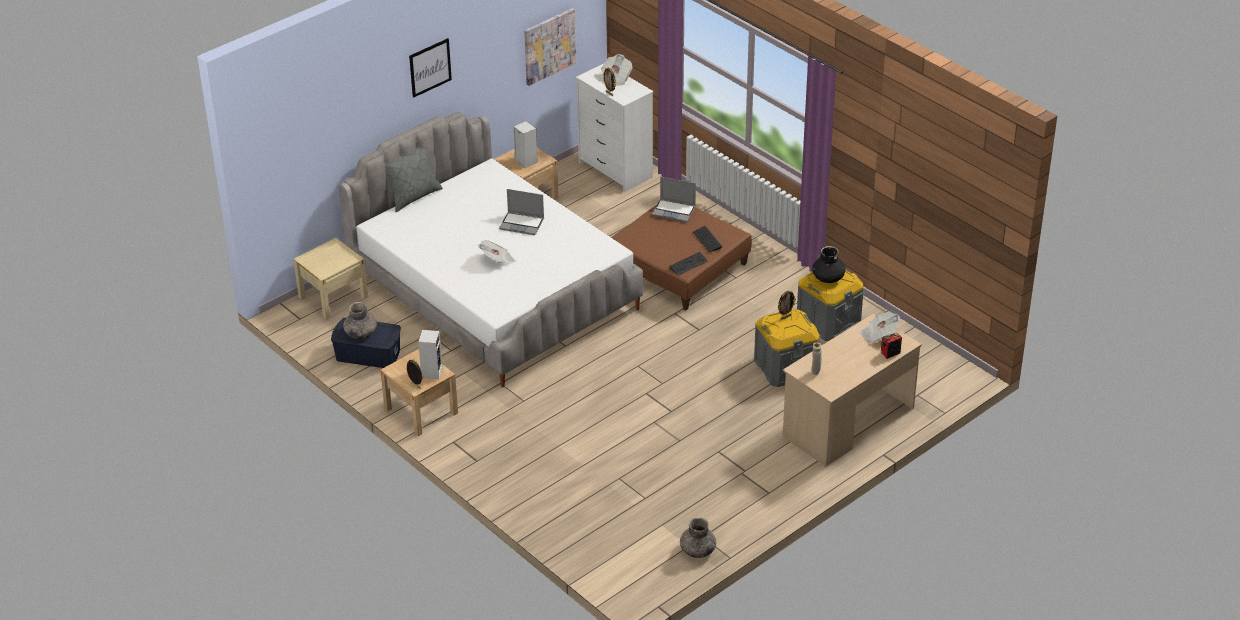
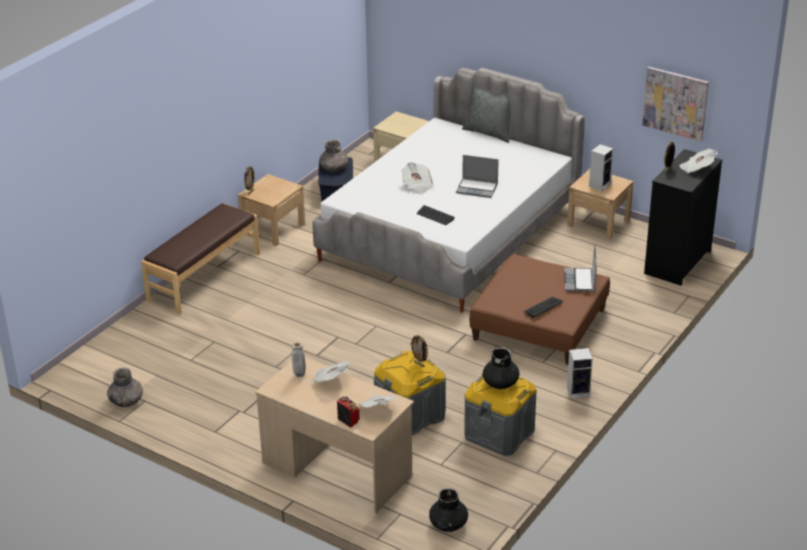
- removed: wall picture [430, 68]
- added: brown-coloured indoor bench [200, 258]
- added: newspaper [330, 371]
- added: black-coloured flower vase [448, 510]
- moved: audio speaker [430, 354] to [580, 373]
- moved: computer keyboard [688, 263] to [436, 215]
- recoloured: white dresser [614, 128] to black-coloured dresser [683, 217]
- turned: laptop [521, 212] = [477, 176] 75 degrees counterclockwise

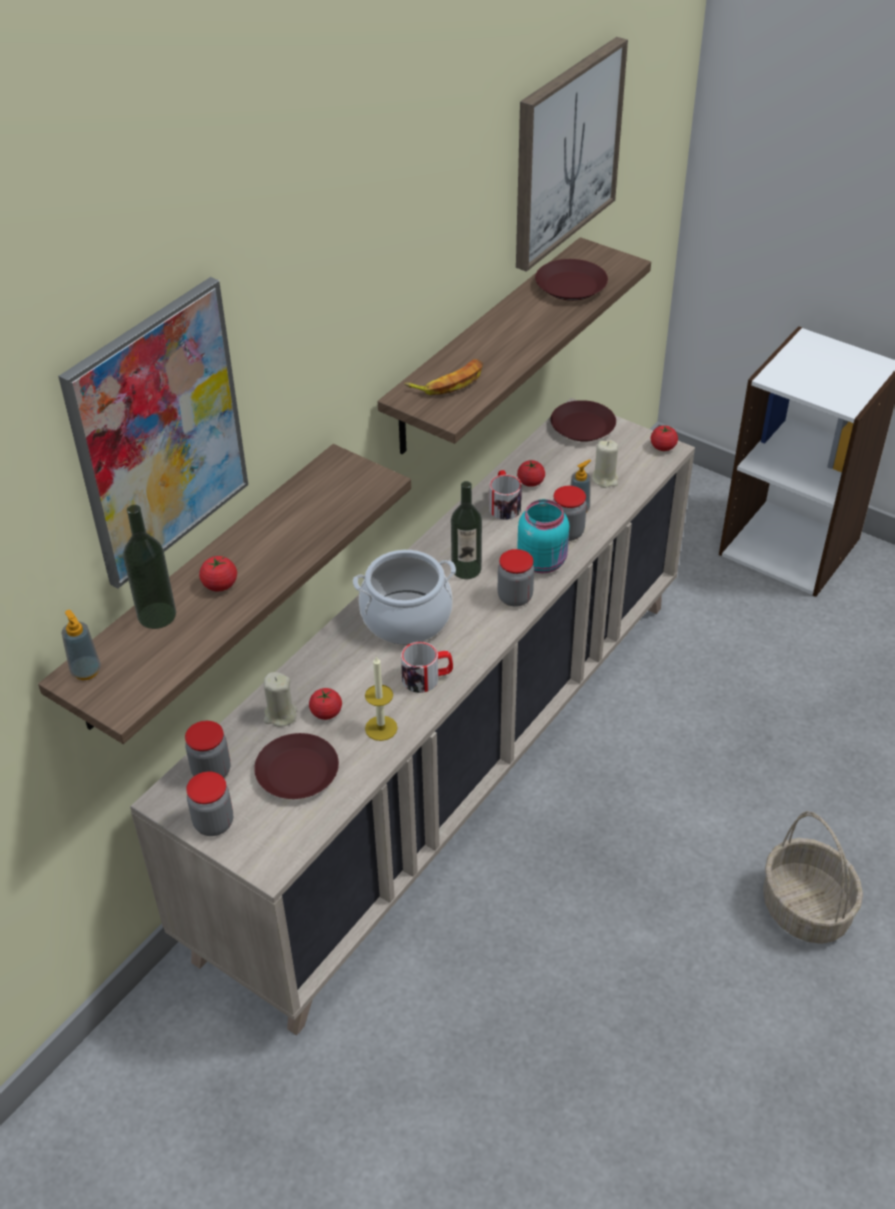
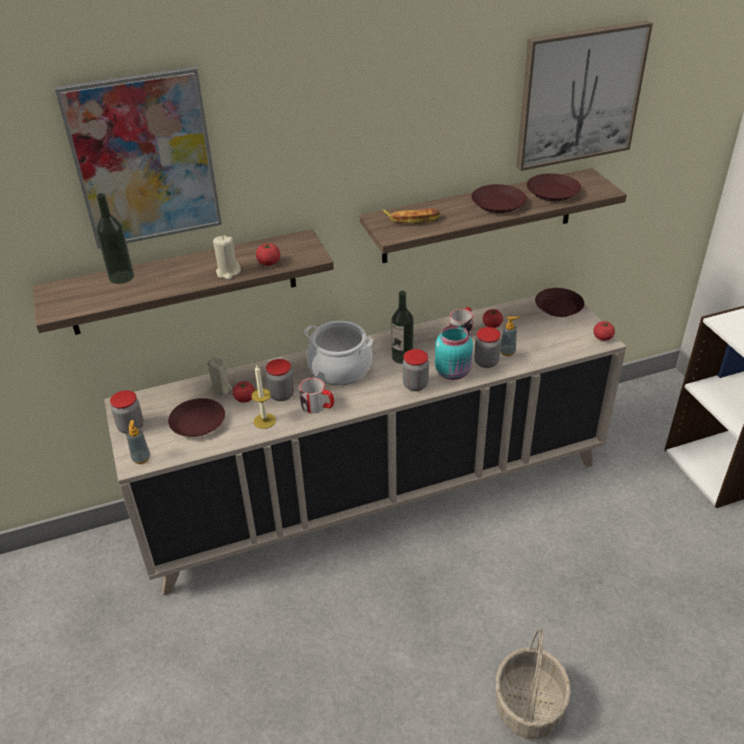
- added: brown-coloured dinner plate [499, 198]
- moved: soap dispenser [81, 645] to [138, 442]
- moved: jar [207, 749] to [280, 380]
- moved: fresh tomato [218, 573] to [268, 254]
- moved: beige wax candle [605, 464] to [227, 257]

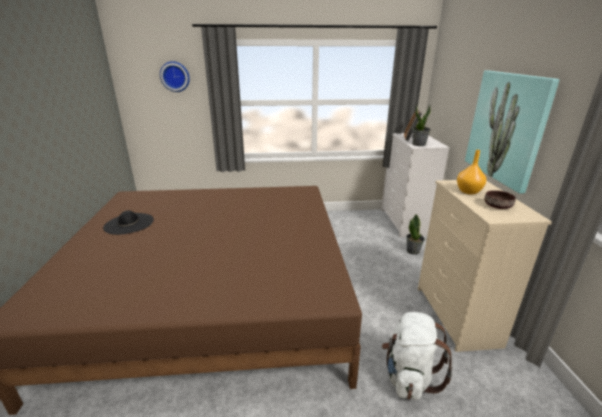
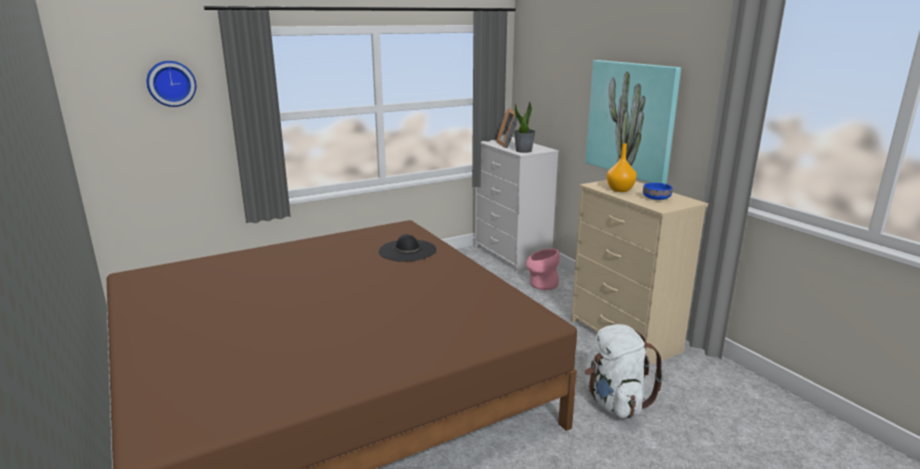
- moved: black-coloured clothing hat [128, 222] to [407, 248]
- replaced: houseplant [415, 234] to pink flower vase [543, 269]
- recoloured: brown-coloured serving bowl [500, 199] to bluish serving bowl [657, 191]

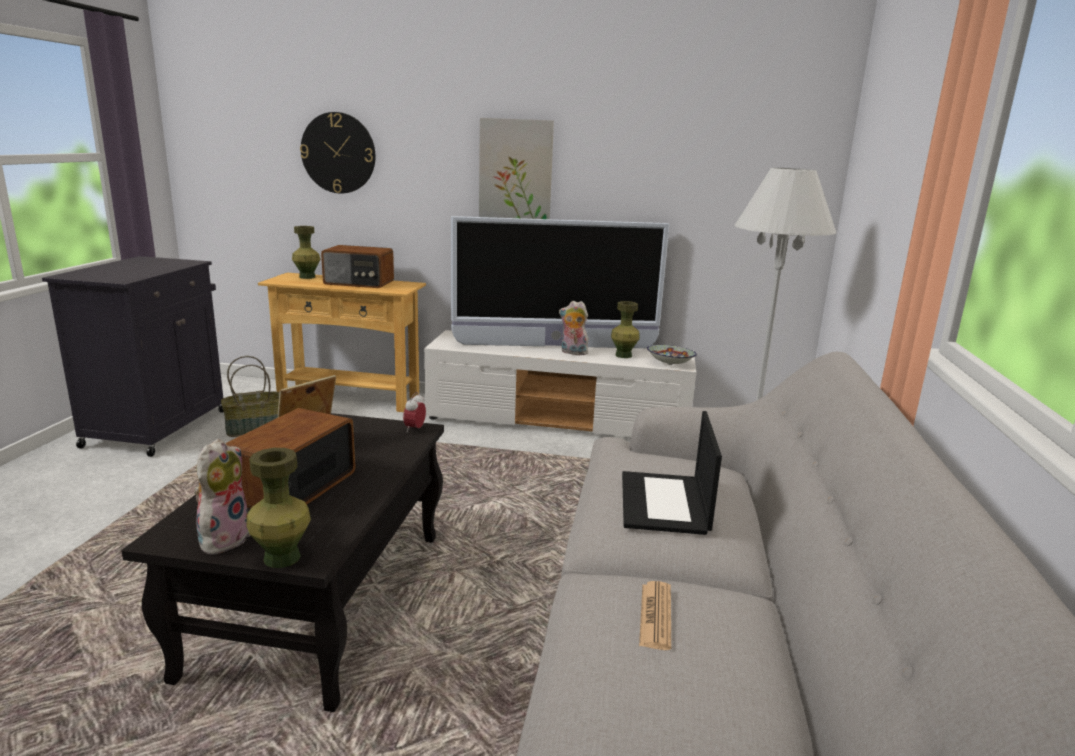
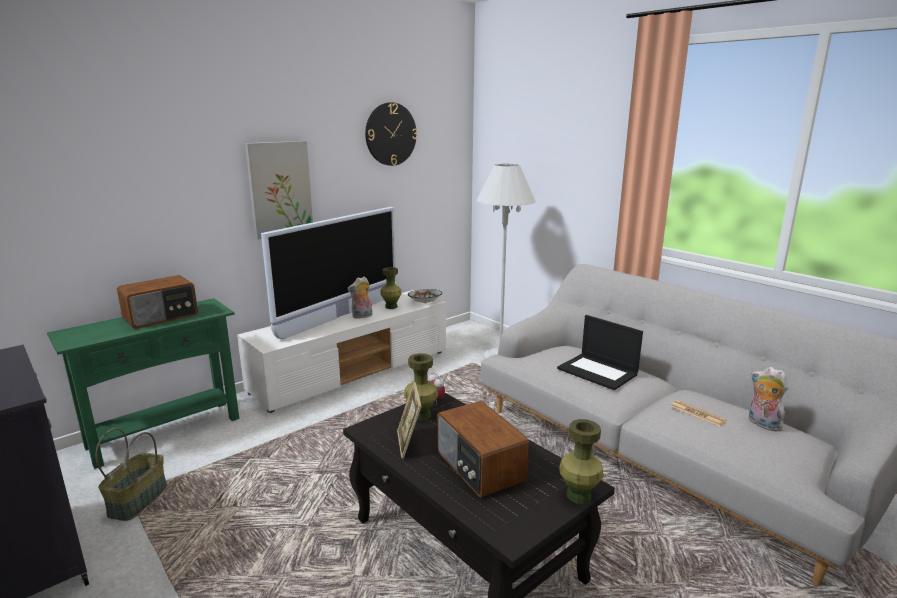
- moved: soft toy [222, 497] to [768, 399]
- moved: green flower vase [306, 252] to [421, 387]
- moved: hanging clock [338, 153] to [391, 134]
- recoloured: beige narrow table [342, 342] to green narrow table [143, 383]

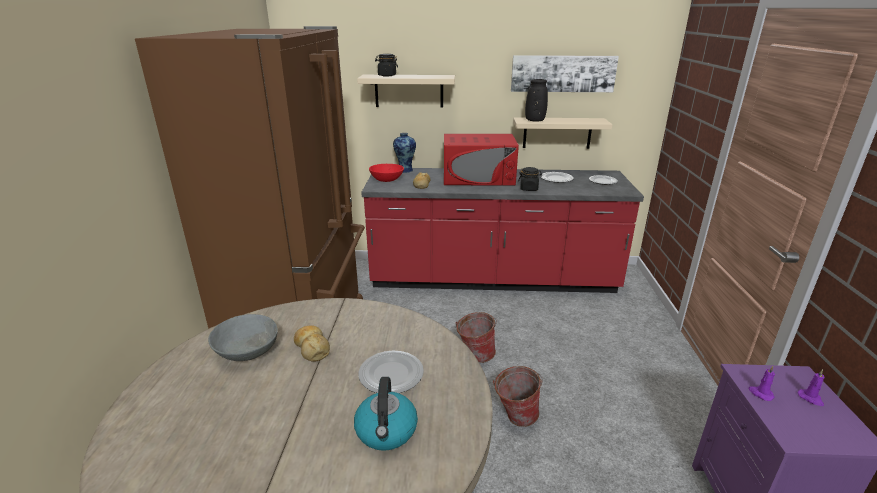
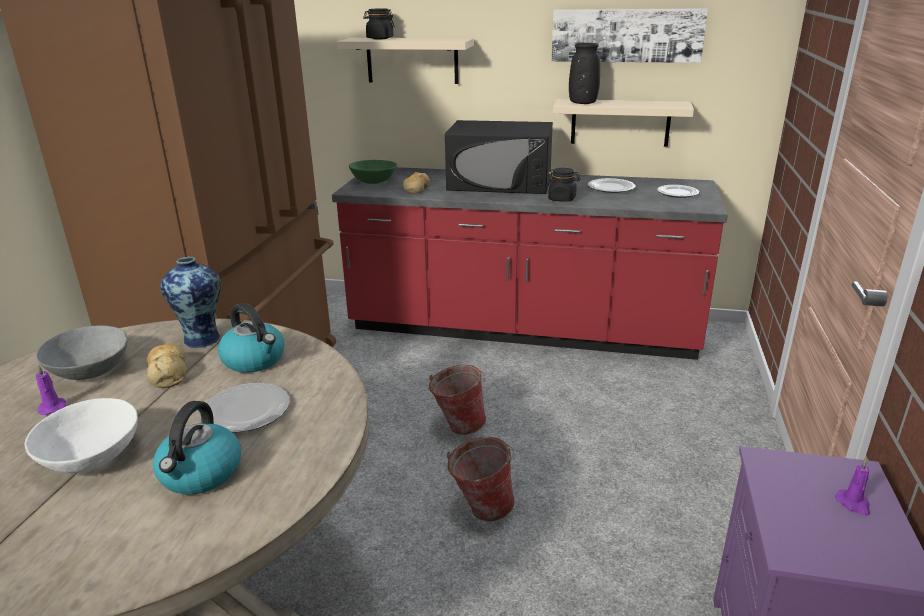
- added: white serving bowl [81, 435]
- added: kettle [251, 338]
- moved: flower vase [404, 153] to [191, 302]
- moved: purple wax candle [762, 383] to [51, 389]
- recoloured: red serving bowl [386, 173] to green serving bowl [373, 172]
- recoloured: red microwave [481, 160] to black-coloured microwave [499, 157]

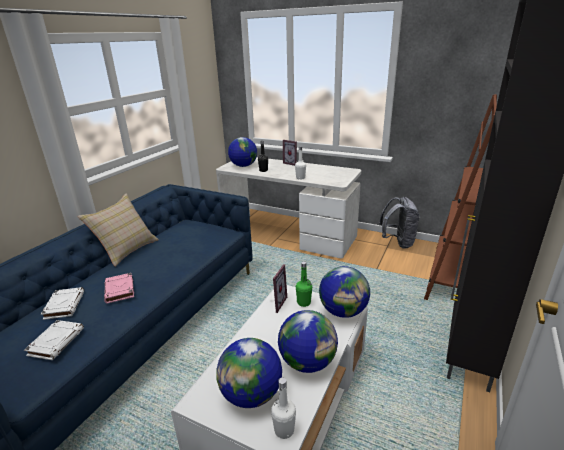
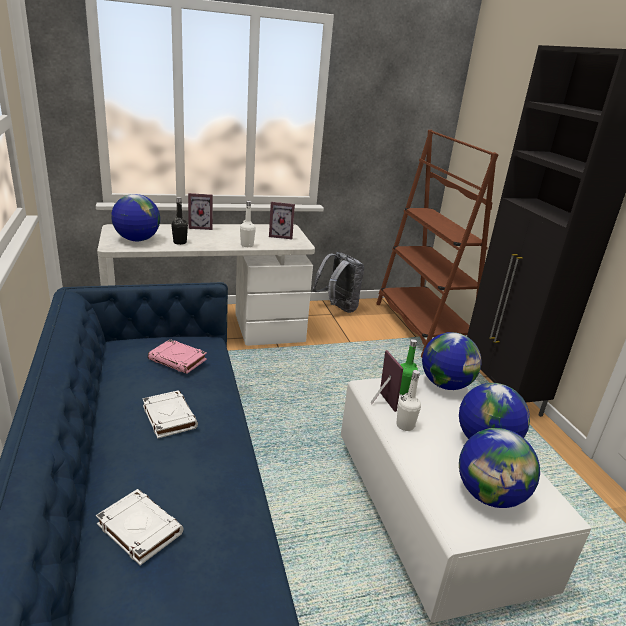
- removed: beige pillow [118, 230]
- added: standing frame [282, 220]
- moved: white bound book [54, 340] to [170, 414]
- moved: pink bound book [119, 288] to [177, 356]
- moved: white drink bottle [283, 408] to [408, 400]

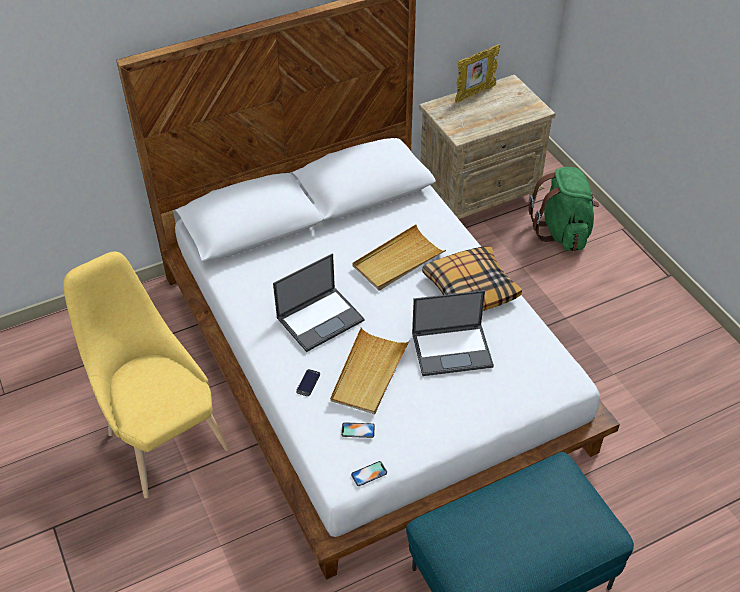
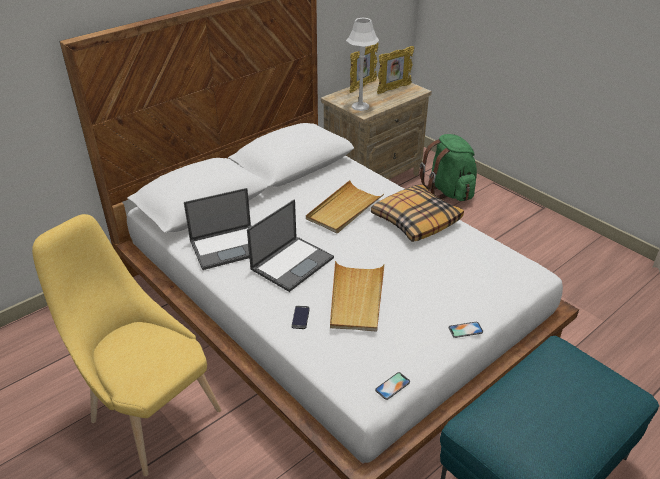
- added: gray tabletop lamp [362, 64]
- added: standing frame [395, 70]
- moved: phone [358, 430] to [466, 330]
- moved: laptop [453, 333] to [217, 229]

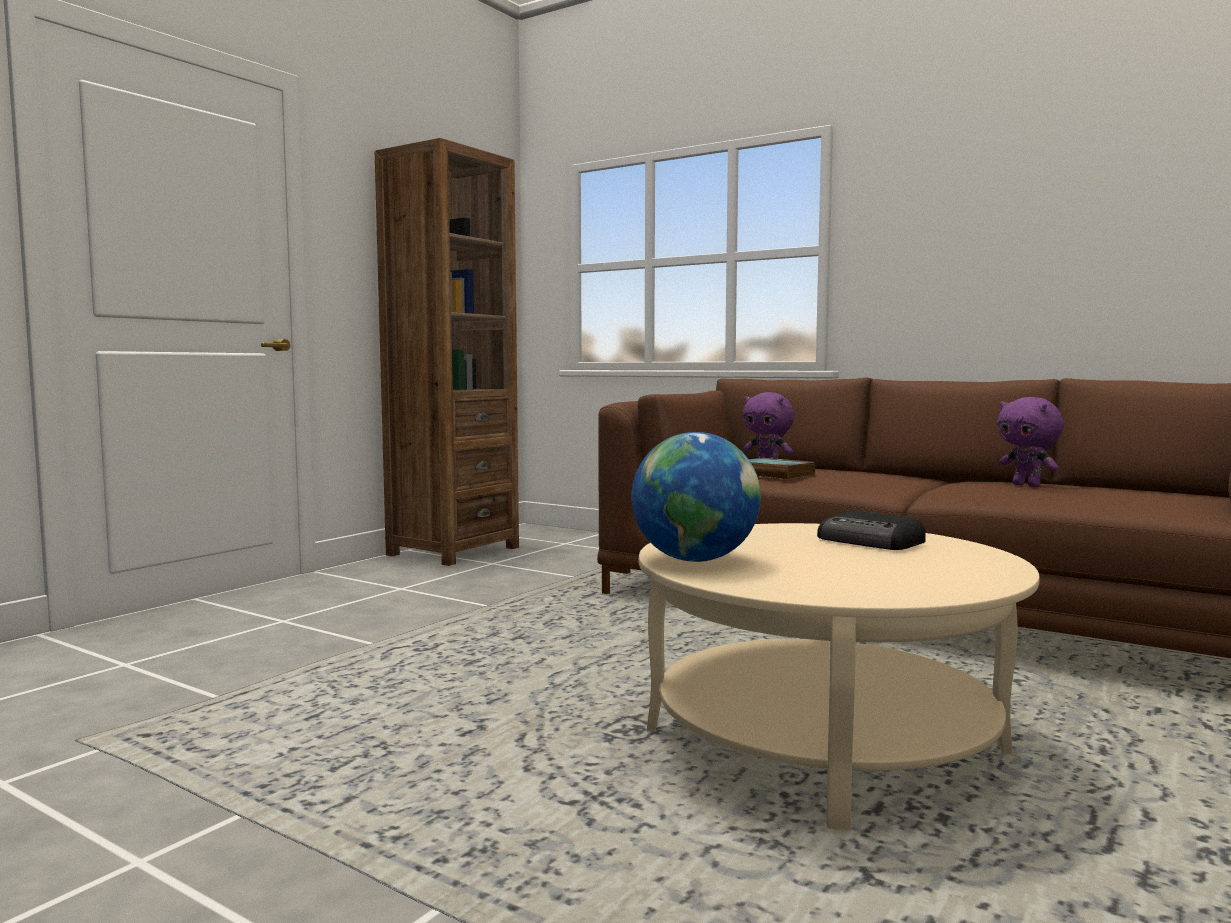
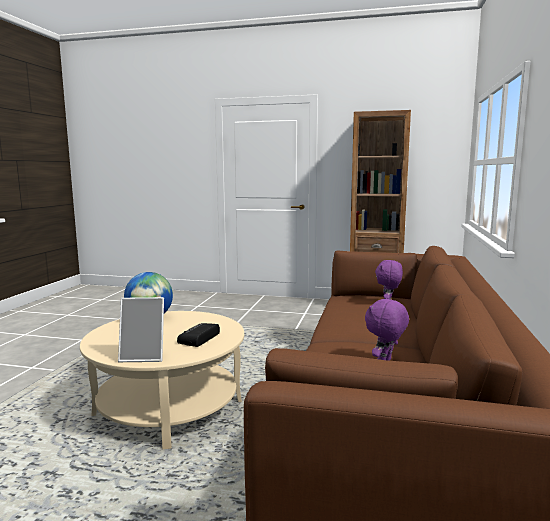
- removed: bound book [782, 468]
- added: standing frame [141, 329]

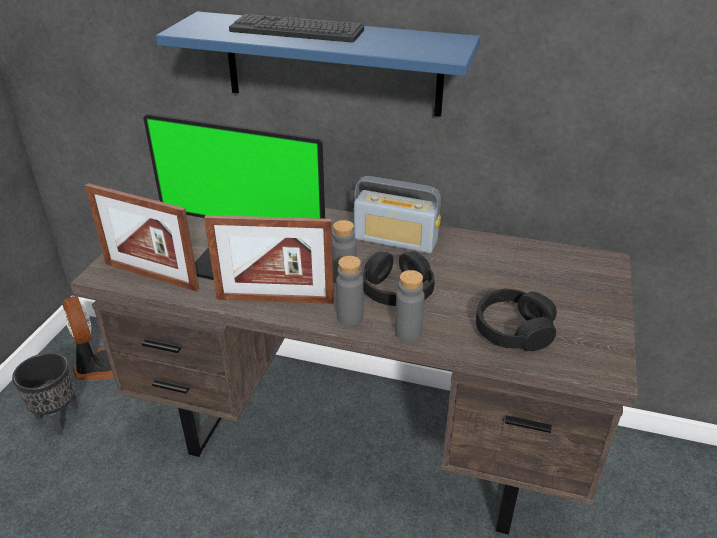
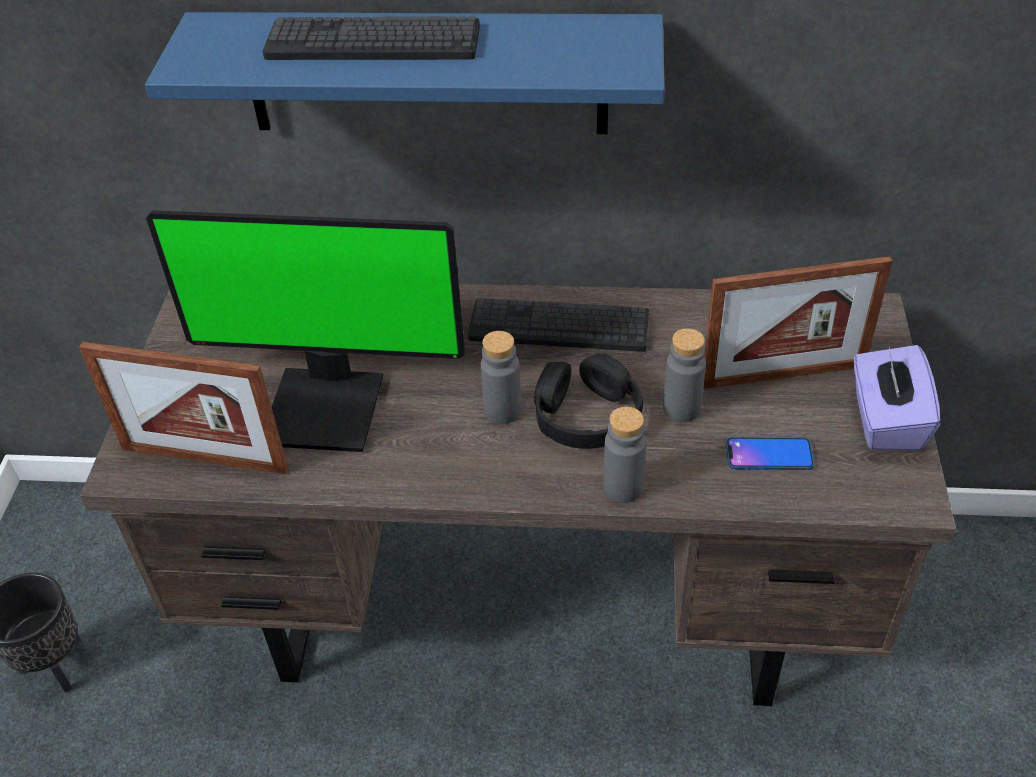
- removed: cooling fan [88, 338]
- added: purple tissue box [897, 398]
- moved: standing frame [269, 259] to [798, 322]
- moved: gray drink bottle [350, 291] to [684, 375]
- replaced: radio receiver [397, 214] to computer keyboard [558, 325]
- replaced: black-coloured headset [516, 319] to phone [770, 453]

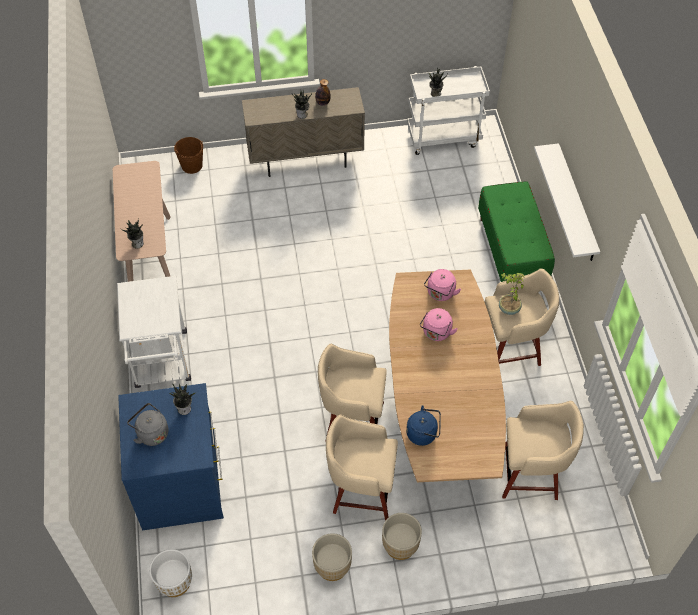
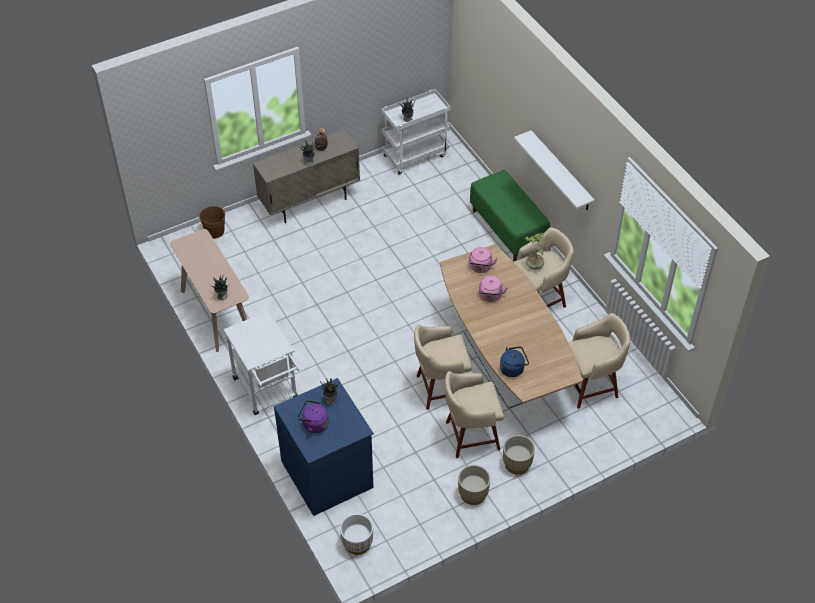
- recoloured: gray kettle [147, 424] to purple kettle [313, 416]

